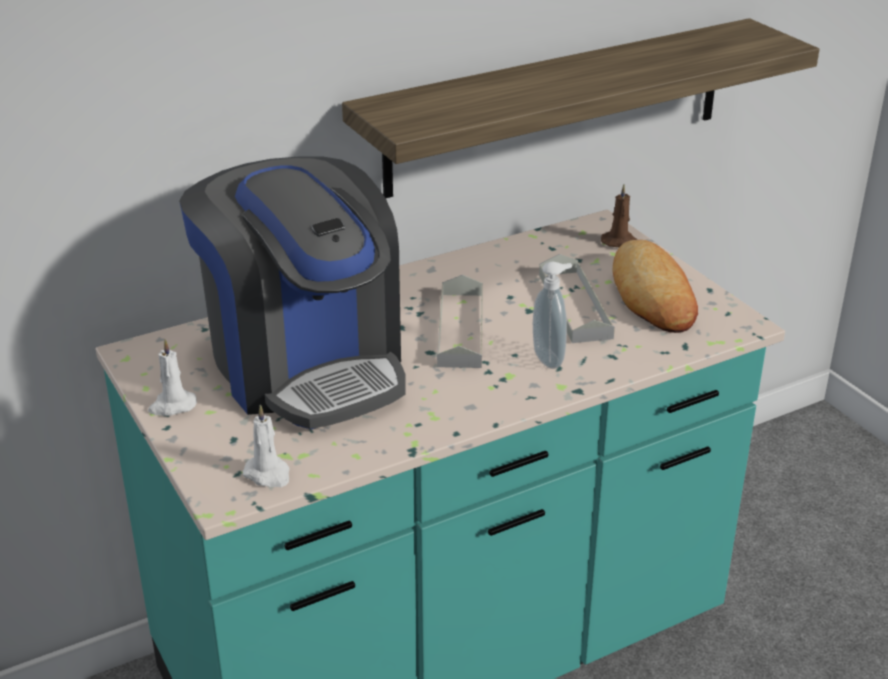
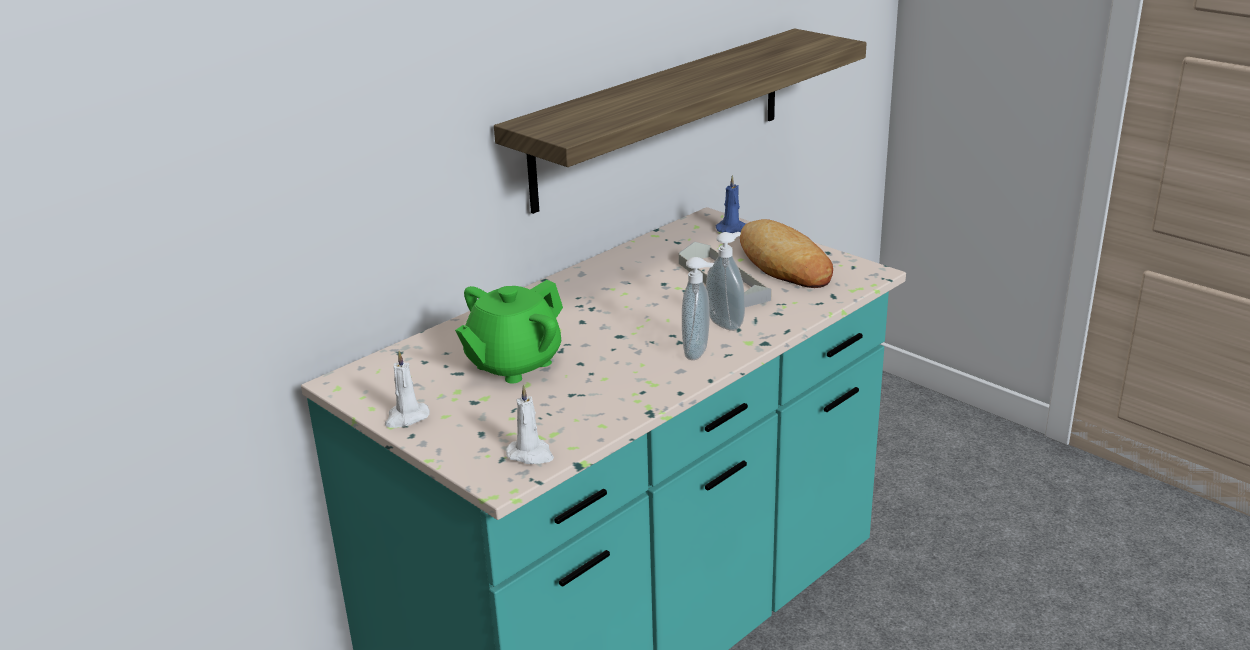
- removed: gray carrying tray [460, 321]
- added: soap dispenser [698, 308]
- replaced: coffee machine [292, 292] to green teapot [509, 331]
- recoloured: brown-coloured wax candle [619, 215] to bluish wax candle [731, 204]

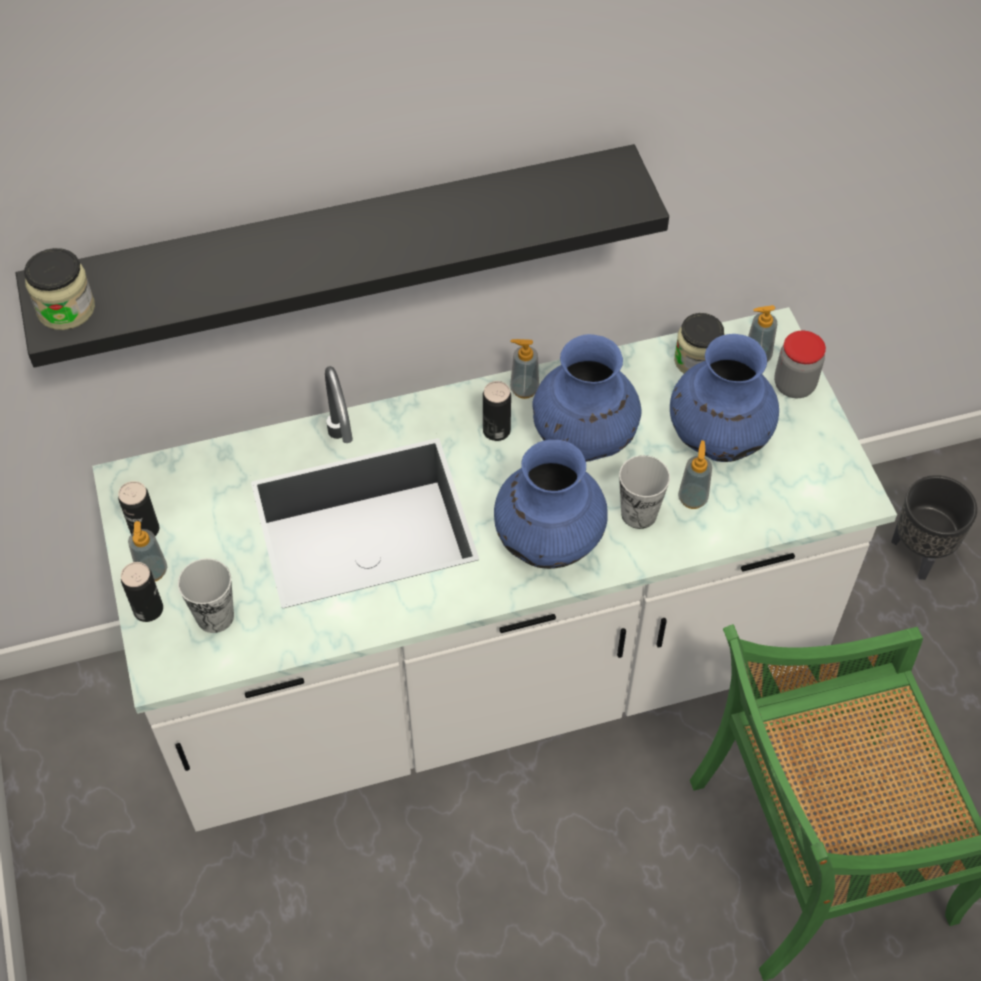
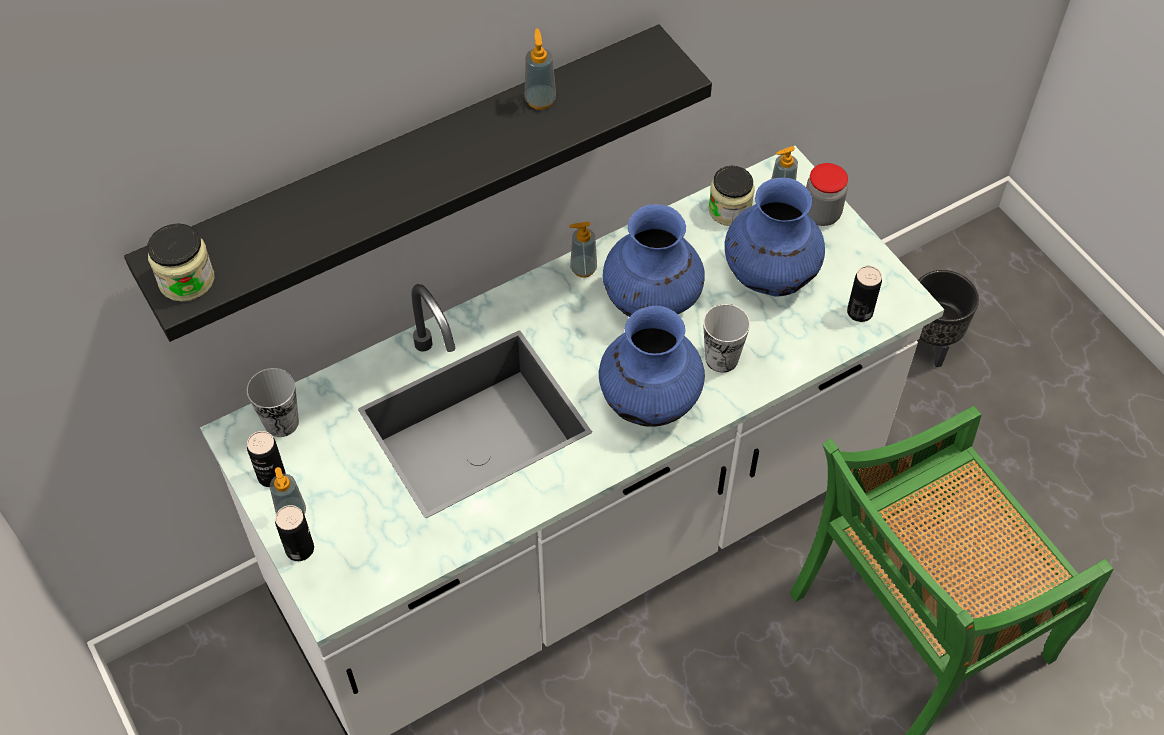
- moved: small cup [206, 595] to [273, 402]
- moved: sealed can [497, 411] to [864, 294]
- moved: soap dispenser [695, 474] to [540, 69]

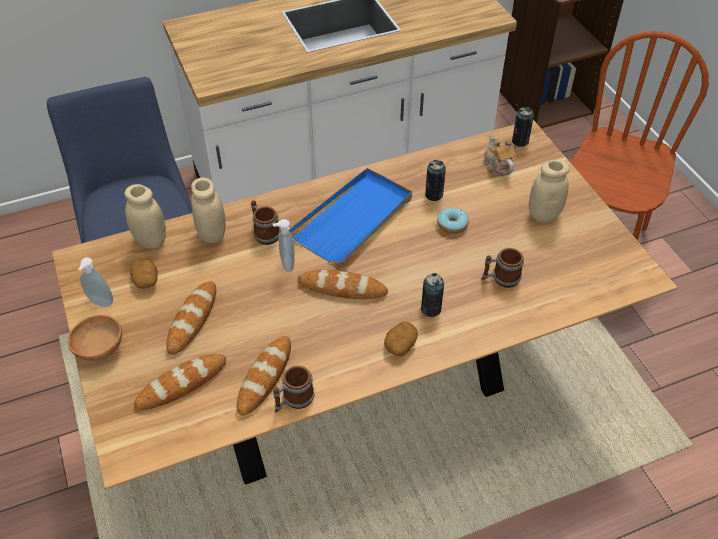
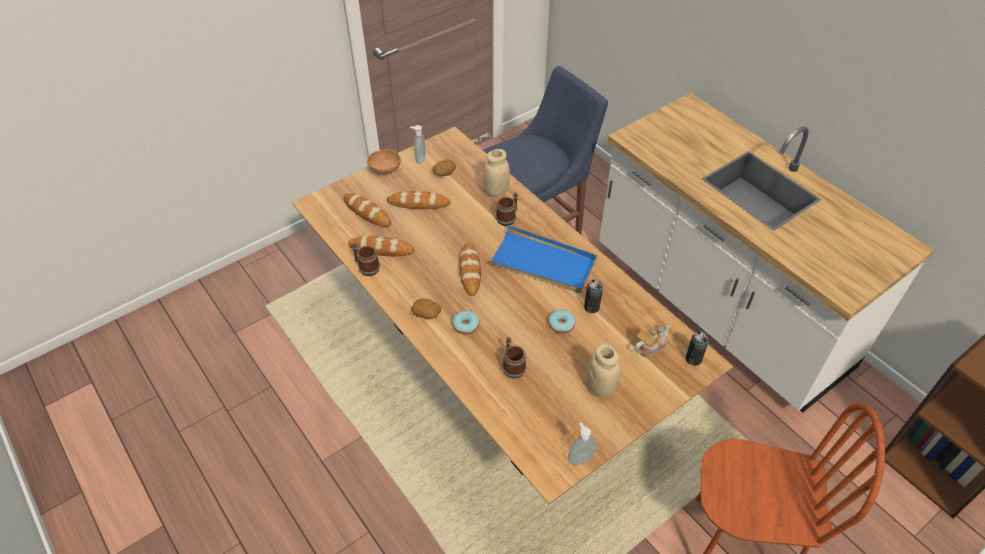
- removed: beige jar [145, 216]
- moved: soap dispenser [284, 245] to [582, 444]
- replaced: sealed can [432, 295] to ring doughnut [465, 323]

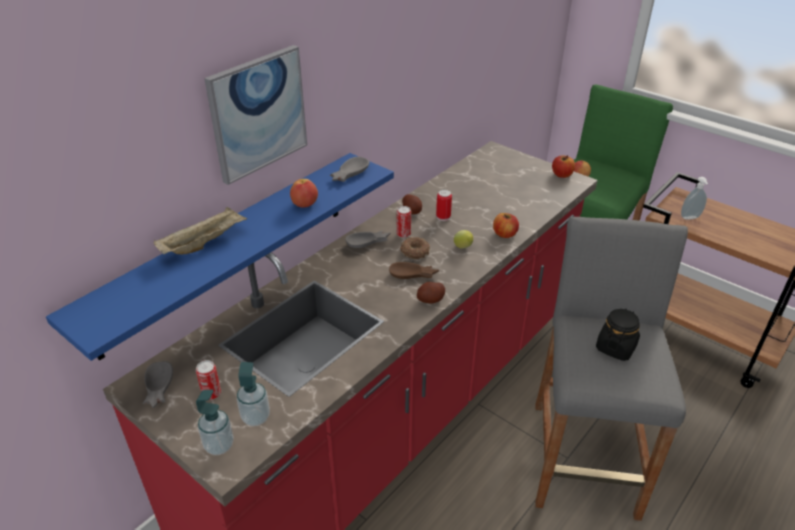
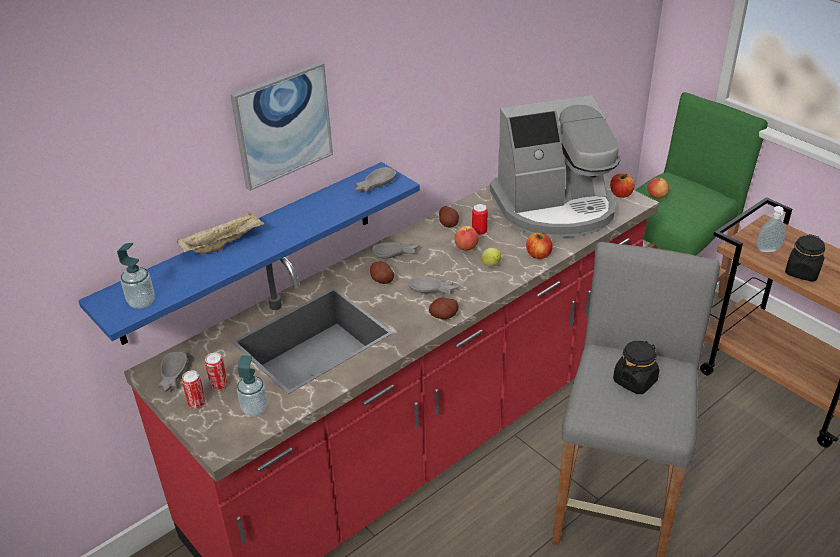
- removed: ring doughnut [415, 248]
- added: spud [382, 272]
- added: coffee machine [555, 166]
- added: black-coloured jar [805, 257]
- moved: soap dispenser [215, 422] to [135, 276]
- moved: whole apple [304, 193] to [467, 238]
- moved: sealed can [404, 222] to [194, 389]
- recoloured: brown-coloured serving bowl [414, 270] to gray serving bowl [433, 285]

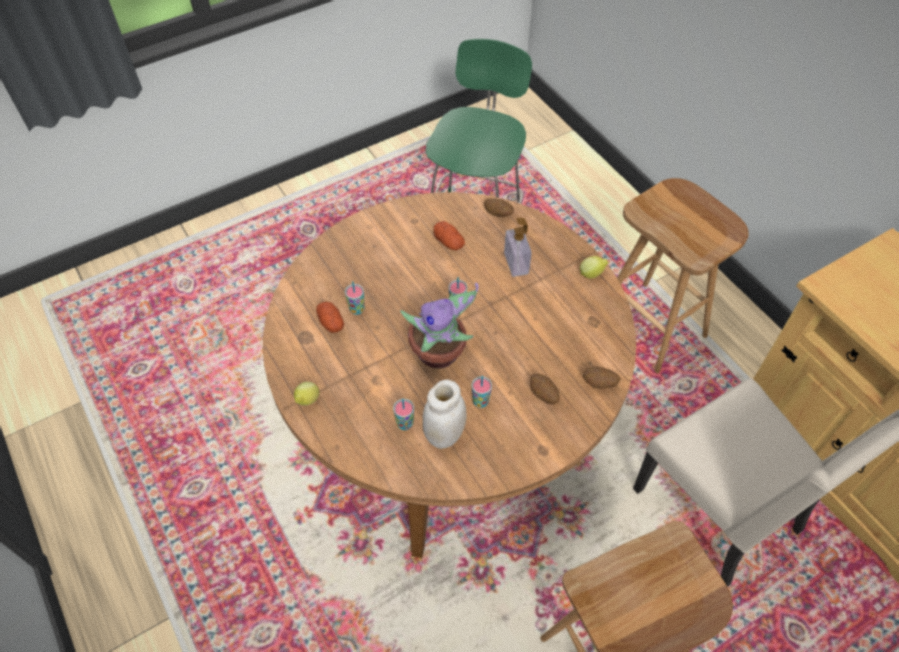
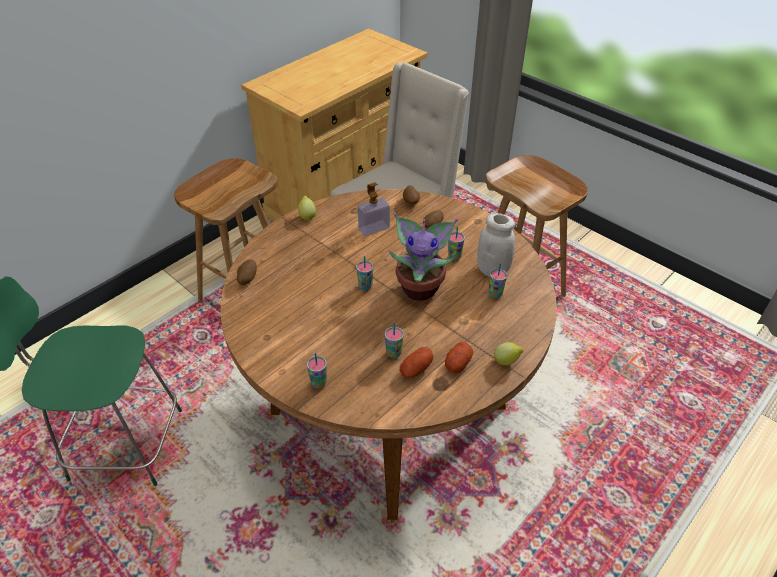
- added: small cup [317, 371]
- moved: spud [449, 236] to [459, 358]
- moved: soap dispenser [518, 247] to [374, 209]

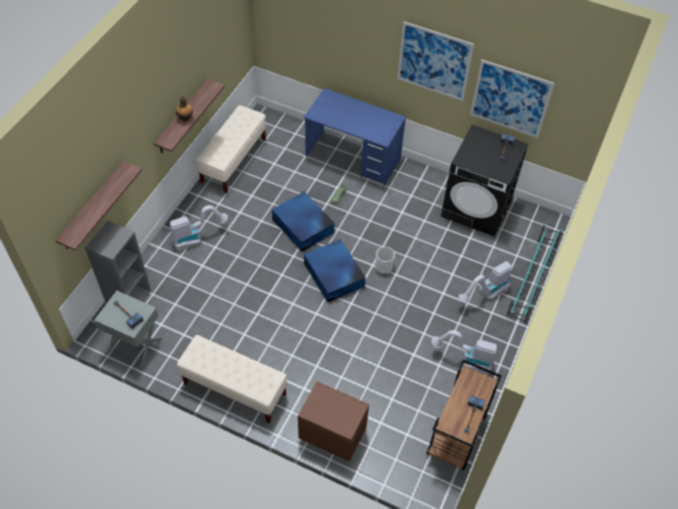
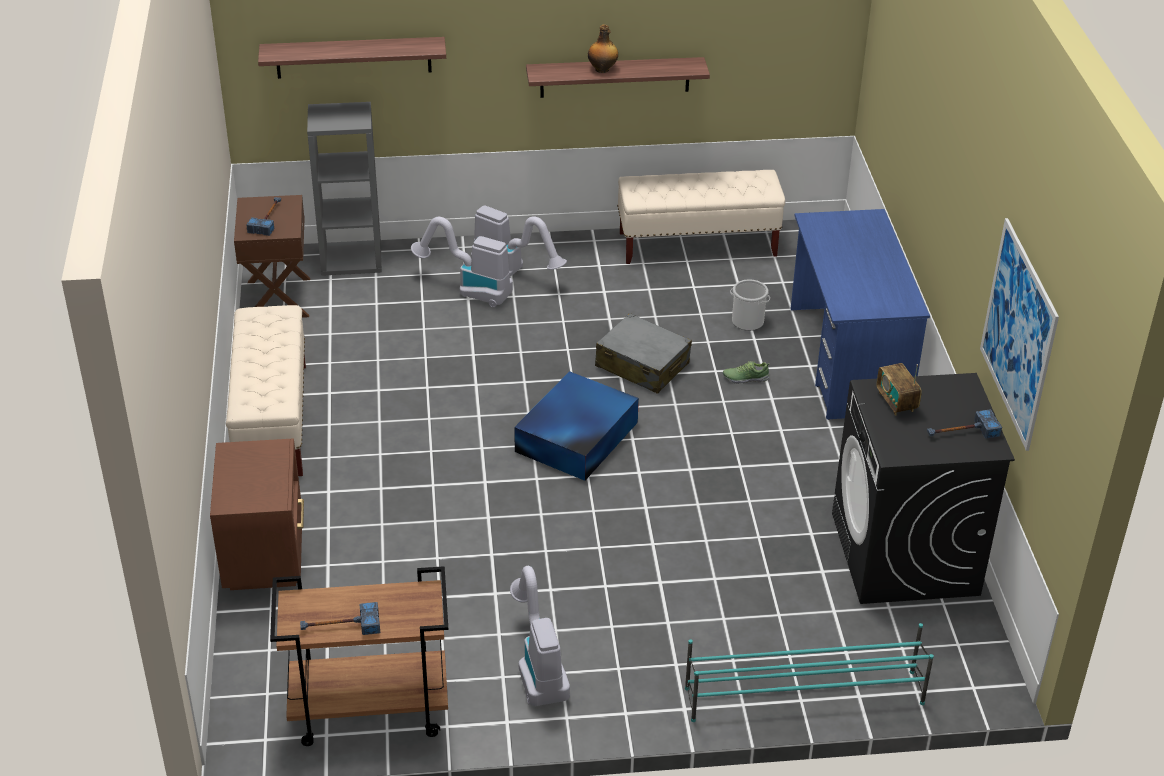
- removed: wall picture [435, 61]
- added: radio receiver [899, 389]
- moved: pail [385, 260] to [750, 305]
- moved: vacuum cleaner [485, 282] to [462, 262]
- replaced: bluish storage box [303, 222] to gray piece of luggage [643, 353]
- recoloured: gray nightstand [128, 329] to brown-coloured nightstand [272, 256]

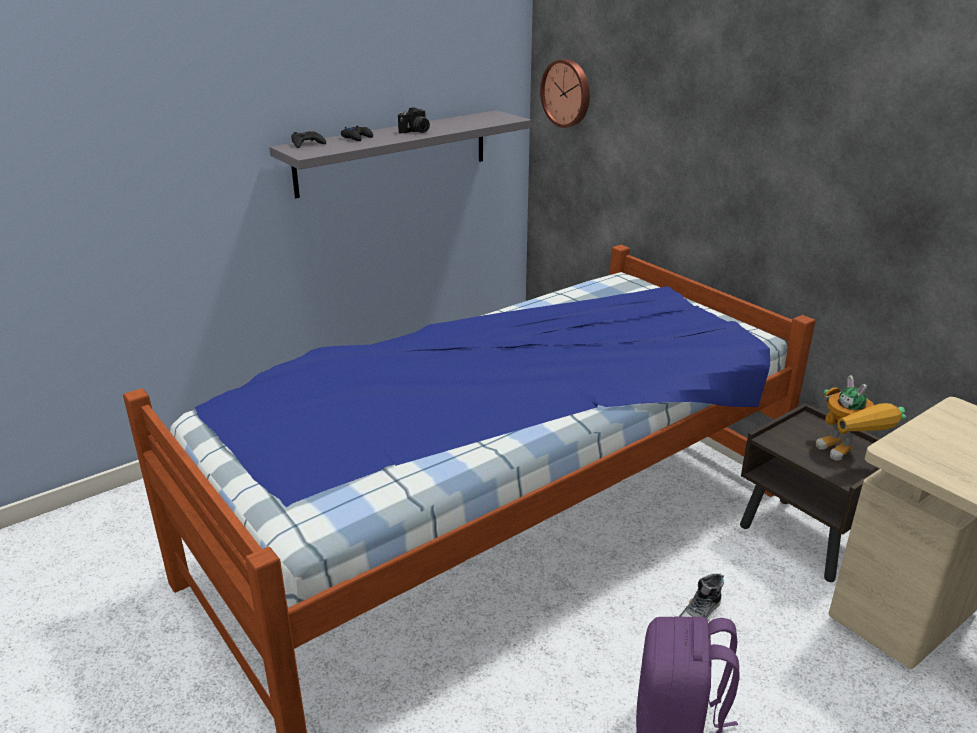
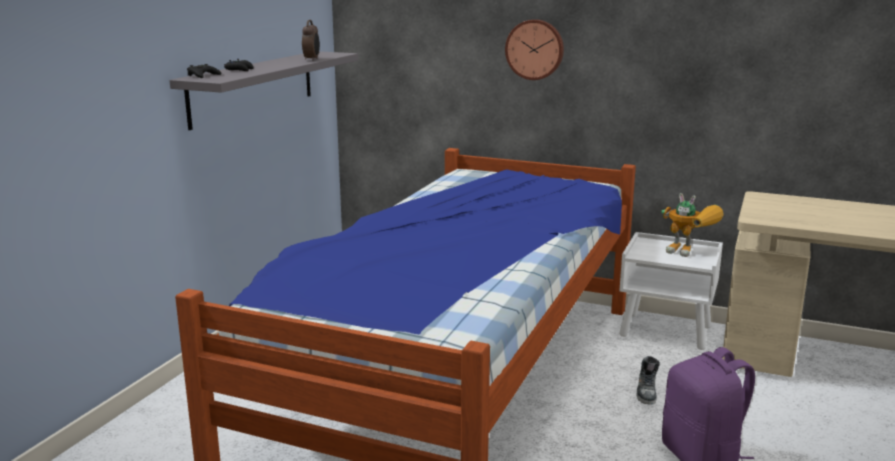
- removed: still camera [414, 120]
- added: table clock [311, 40]
- moved: hanging clock [565, 93] to [534, 49]
- recoloured: brown-coloured nightstand [810, 492] to white nightstand [671, 291]

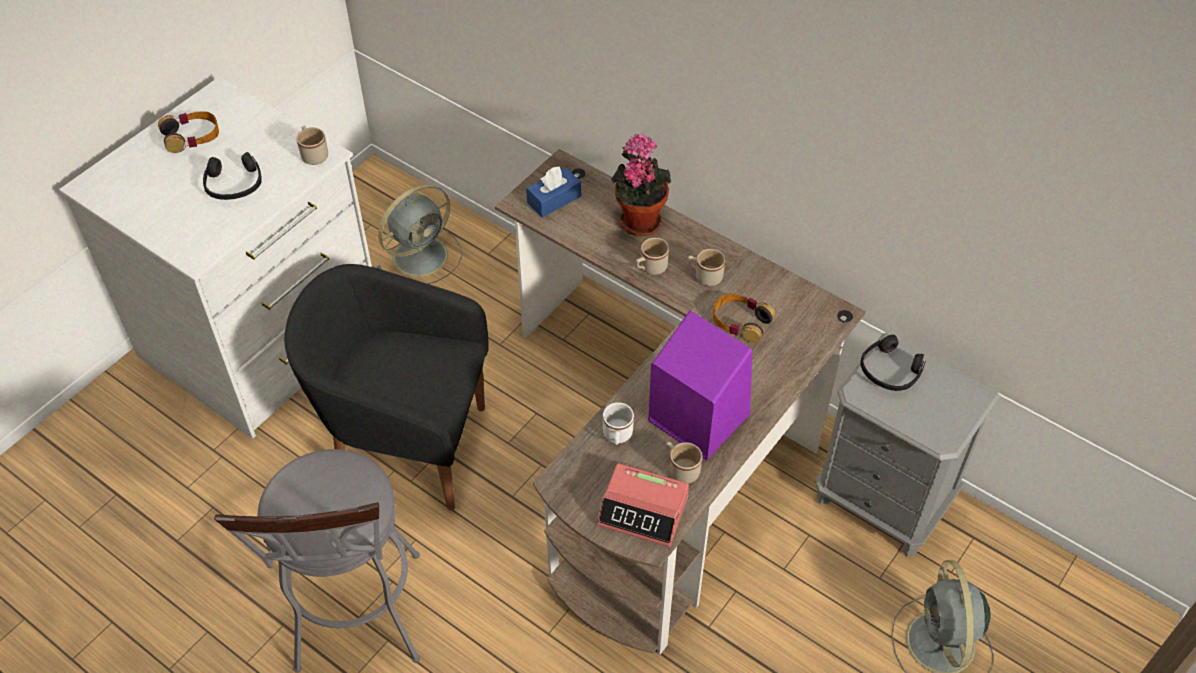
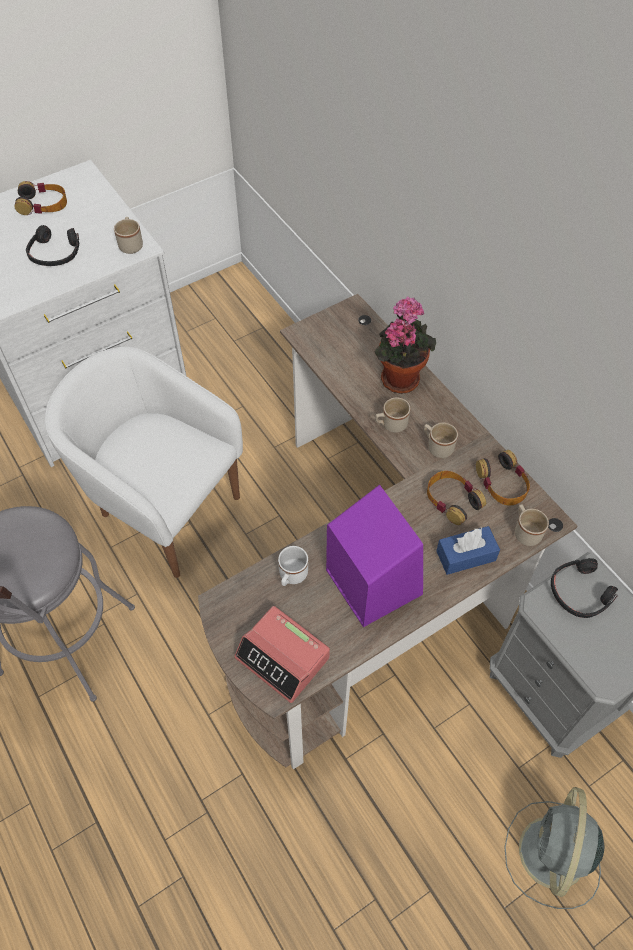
- removed: gray cooling fan [419, 234]
- added: headset [503, 477]
- moved: bluish tissue box [553, 191] to [468, 550]
- moved: beige mug [684, 463] to [532, 525]
- recoloured: black-coloured easy chair [386, 387] to white easy chair [144, 462]

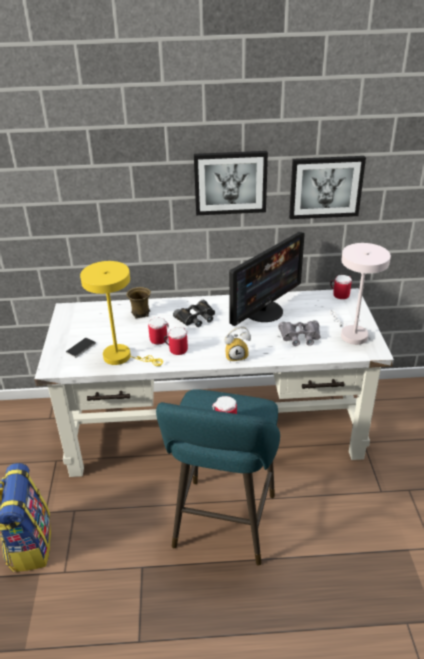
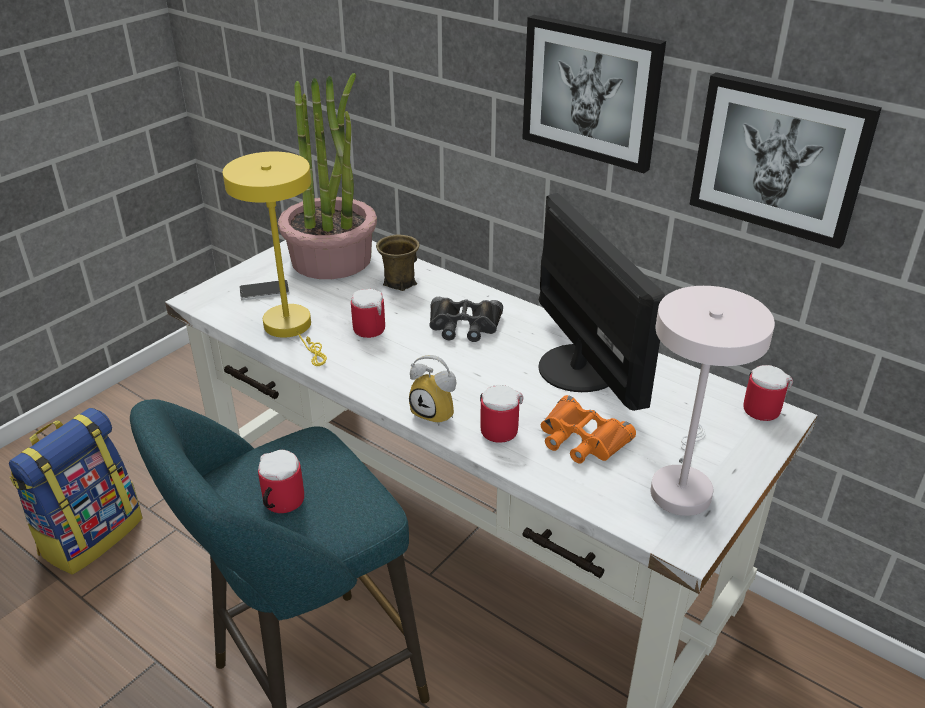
- added: houseplant [327, 176]
- moved: mug [176, 341] to [501, 414]
- recoloured: gray binoculars [299, 333] to orange binoculars [588, 429]
- turned: monitor [267, 279] = [601, 302] 105 degrees counterclockwise

